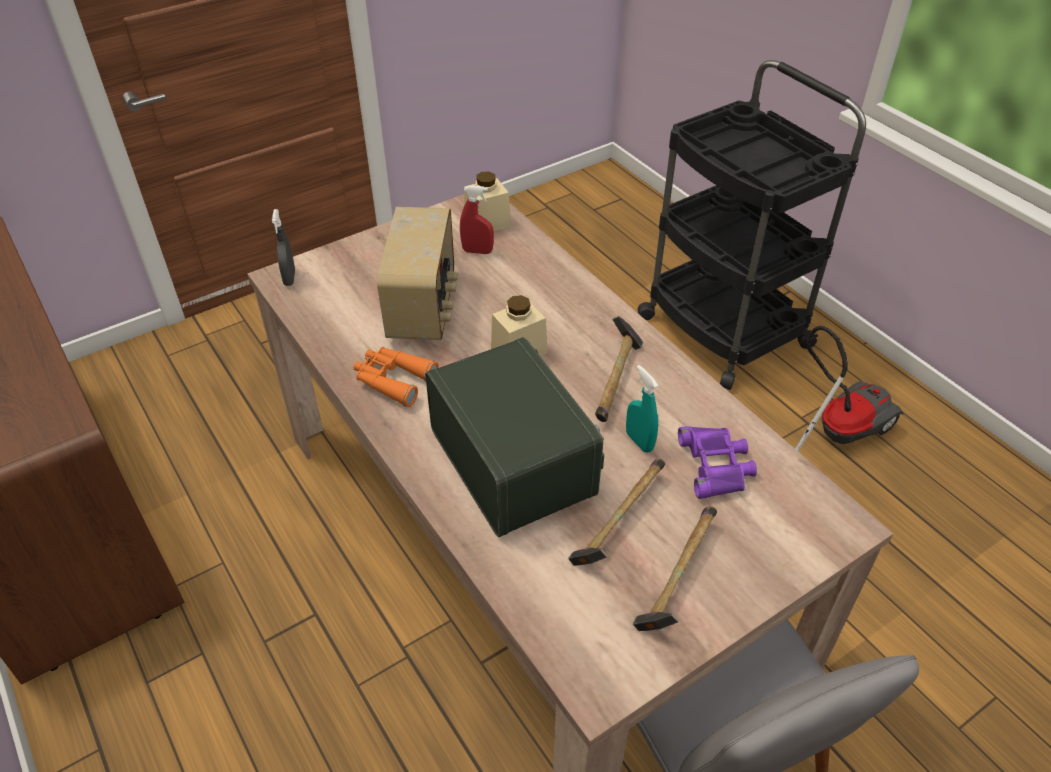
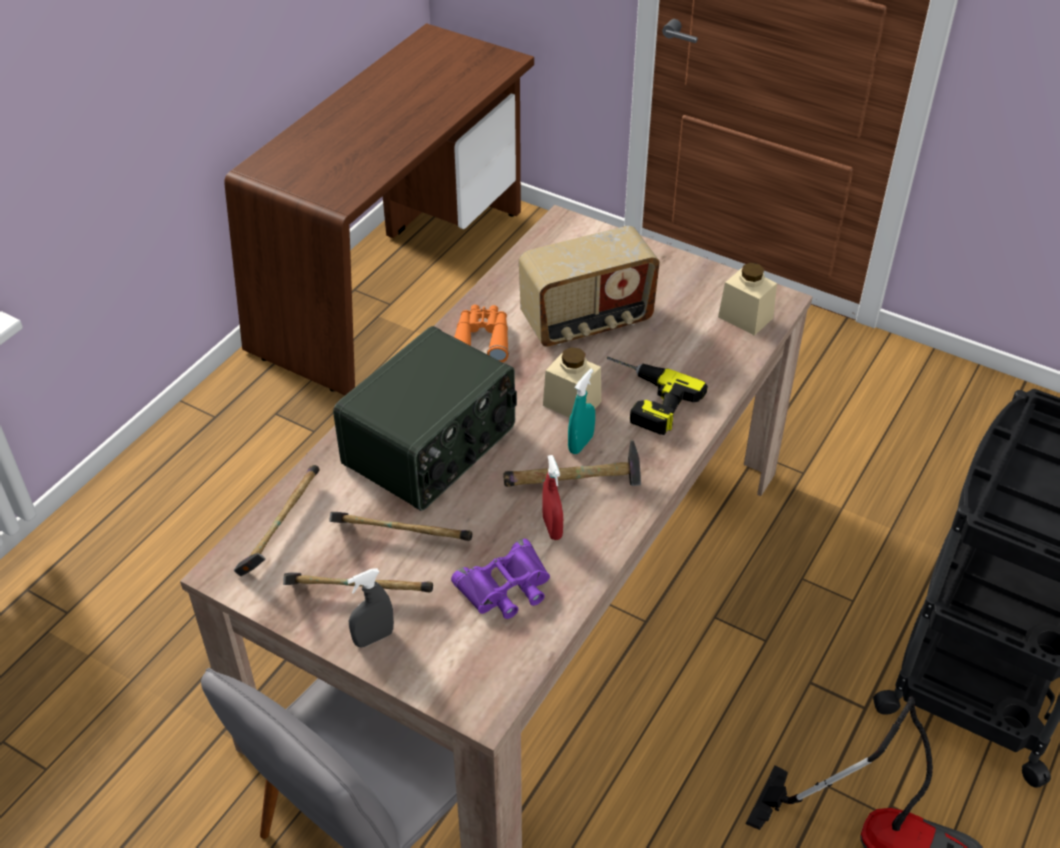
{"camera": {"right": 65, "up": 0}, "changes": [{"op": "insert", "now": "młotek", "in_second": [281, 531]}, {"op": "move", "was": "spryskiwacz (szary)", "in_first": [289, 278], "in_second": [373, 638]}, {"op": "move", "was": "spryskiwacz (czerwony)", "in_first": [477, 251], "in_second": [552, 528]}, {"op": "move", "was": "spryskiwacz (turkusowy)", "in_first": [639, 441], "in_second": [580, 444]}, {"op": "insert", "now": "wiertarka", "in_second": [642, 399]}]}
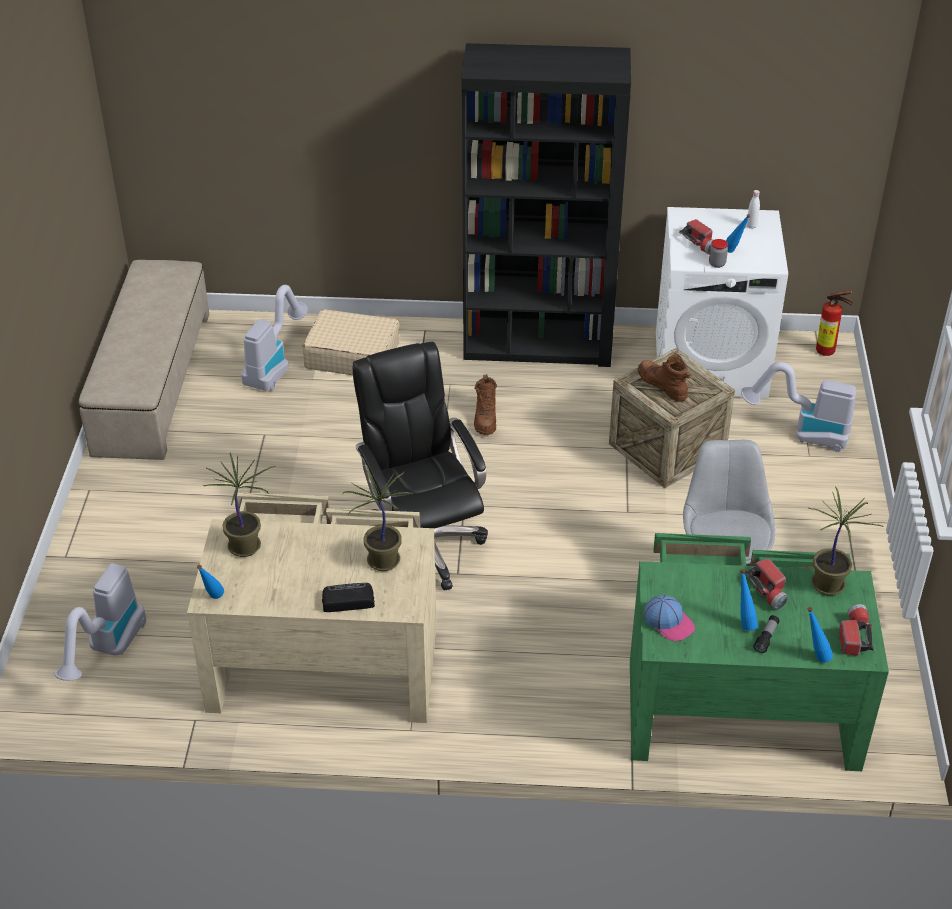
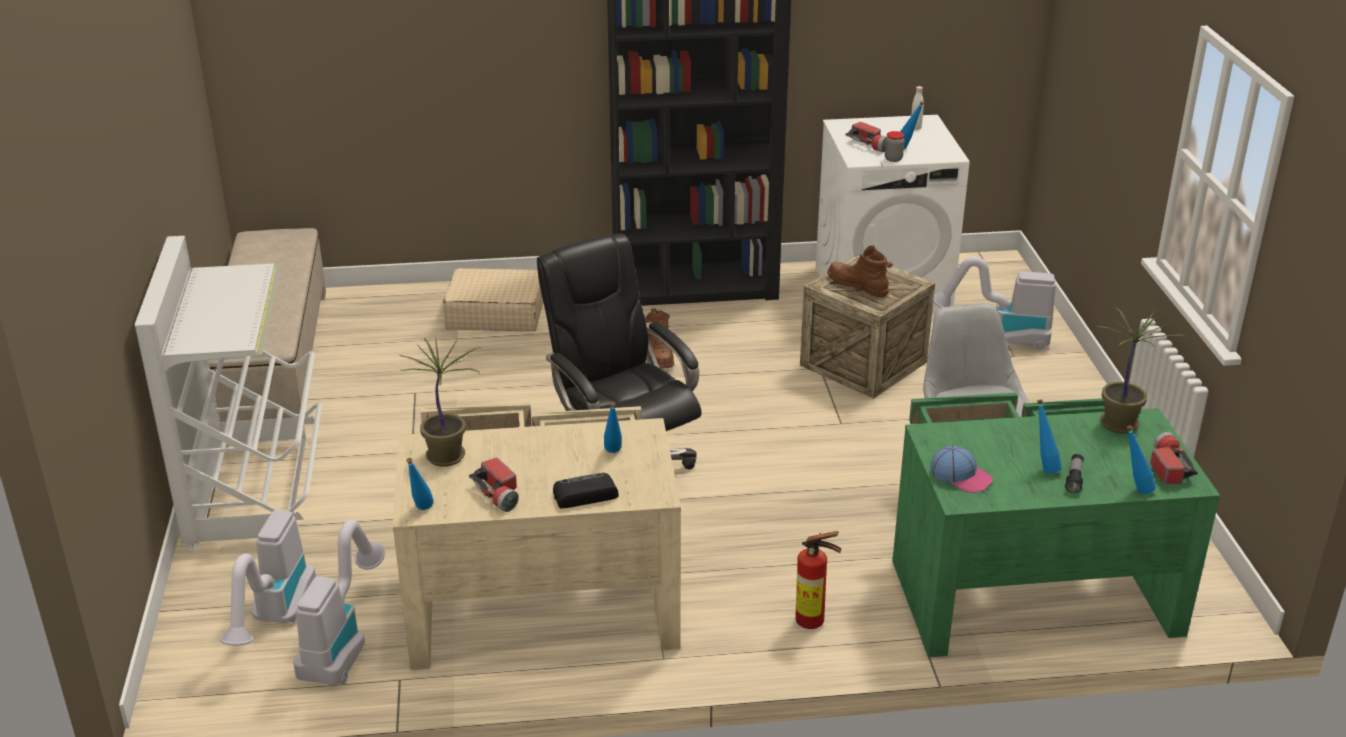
{"camera": {"right": -10, "up": -10}, "changes": [{"op": "insert", "now": "regał na buty (biały)", "in_second": [258, 492]}, {"op": "move", "was": "odkurzacz", "in_first": [274, 365], "in_second": [342, 642]}, {"op": "move", "was": "latarka", "in_first": [769, 591], "in_second": [498, 494]}, {"op": "replace", "was": "roślina doniczkowa", "now": "butelka (niebieski)", "in_first": [382, 561], "in_second": [613, 454]}, {"op": "move", "was": "gaśnica", "in_first": [828, 352], "in_second": [814, 622]}]}
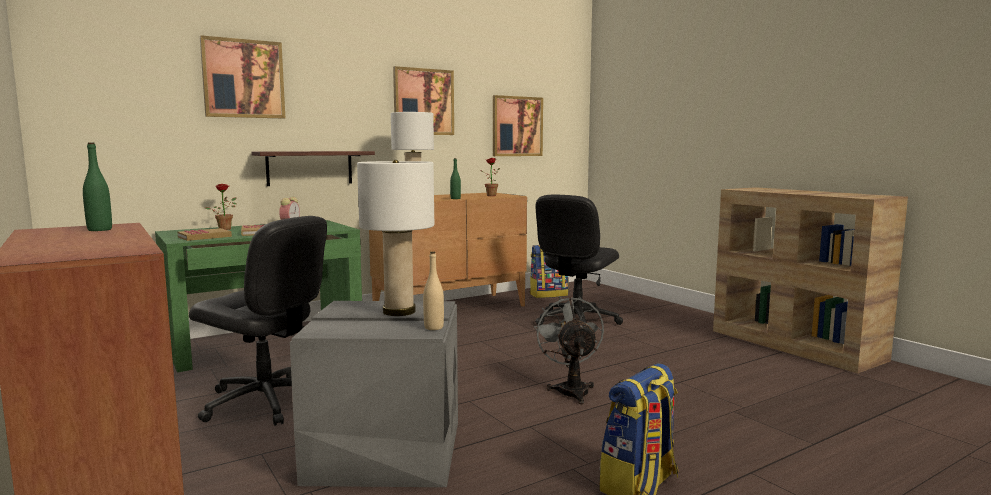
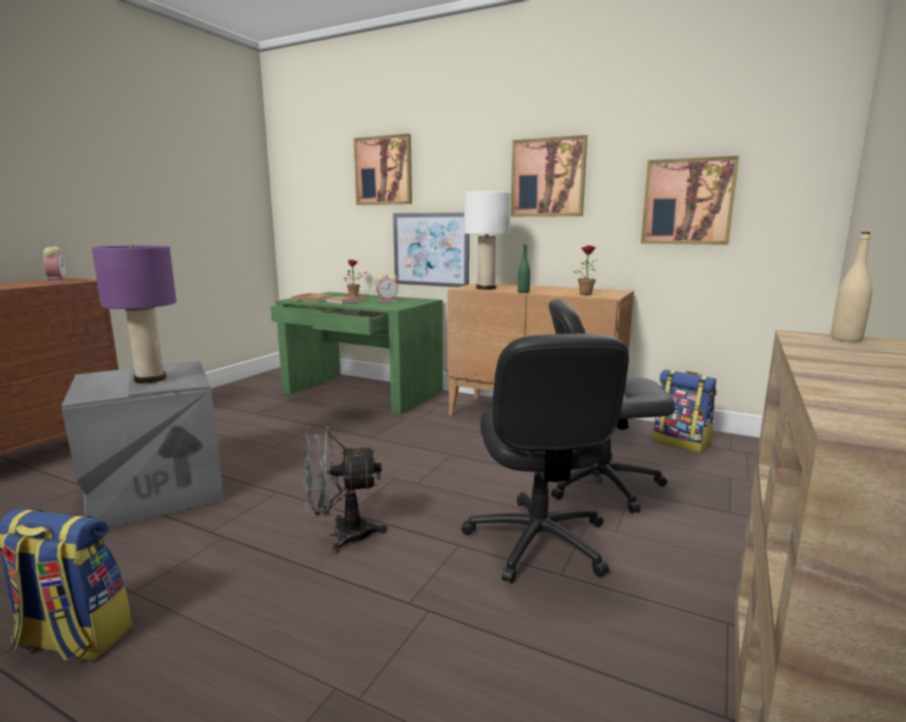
{"camera": {"right": 60, "up": 5}, "changes": [{"op": "replace", "was": "butelka (zielony)", "now": "budzik", "in_first": [99, 230], "in_second": [57, 282]}, {"op": "recolor", "was": "lampa stołowa (biały)", "now": "lampa stołowa (fioletowy)", "in_first": [398, 311], "in_second": [150, 379]}, {"op": "rotate", "was": "wentylator (szary)", "in_first": [571, 389], "in_second": [341, 535], "clockwise": -150}, {"op": "replace", "was": "półka", "now": "obraz", "in_first": [310, 168], "in_second": [431, 249]}, {"op": "move", "was": "krzesło biurowe (czarny)", "in_first": [266, 401], "in_second": [537, 541]}, {"op": "move", "was": "butelka (beżowy)", "in_first": [433, 327], "in_second": [846, 339]}]}
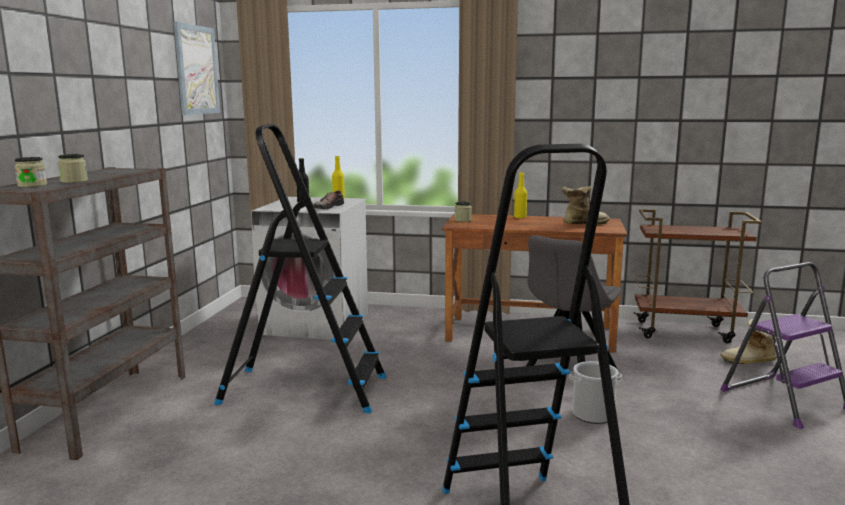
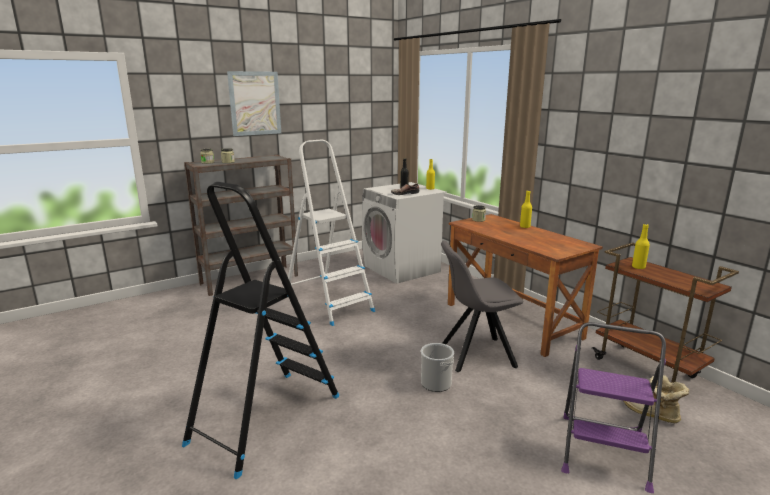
{"camera": {"right": 45, "up": 5}, "changes": [{"op": "move", "was": "obraz", "in_first": [197, 70], "in_second": [255, 103]}, {"op": "recolor", "was": "drabinka (czarny)", "now": "drabinka (biały)", "in_first": [305, 390], "in_second": [328, 302]}, {"op": "insert", "now": "butelka (żółty)", "in_second": [638, 267]}, {"op": "delete", "was": "but z cholewką", "in_first": [583, 224]}]}
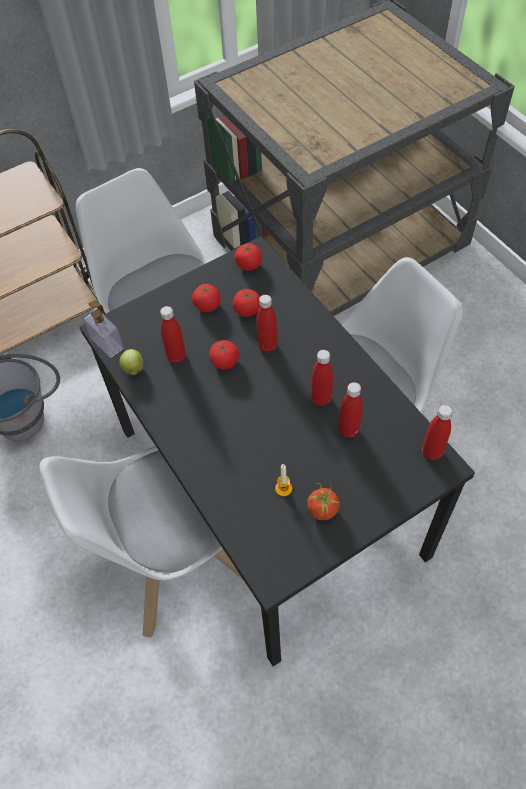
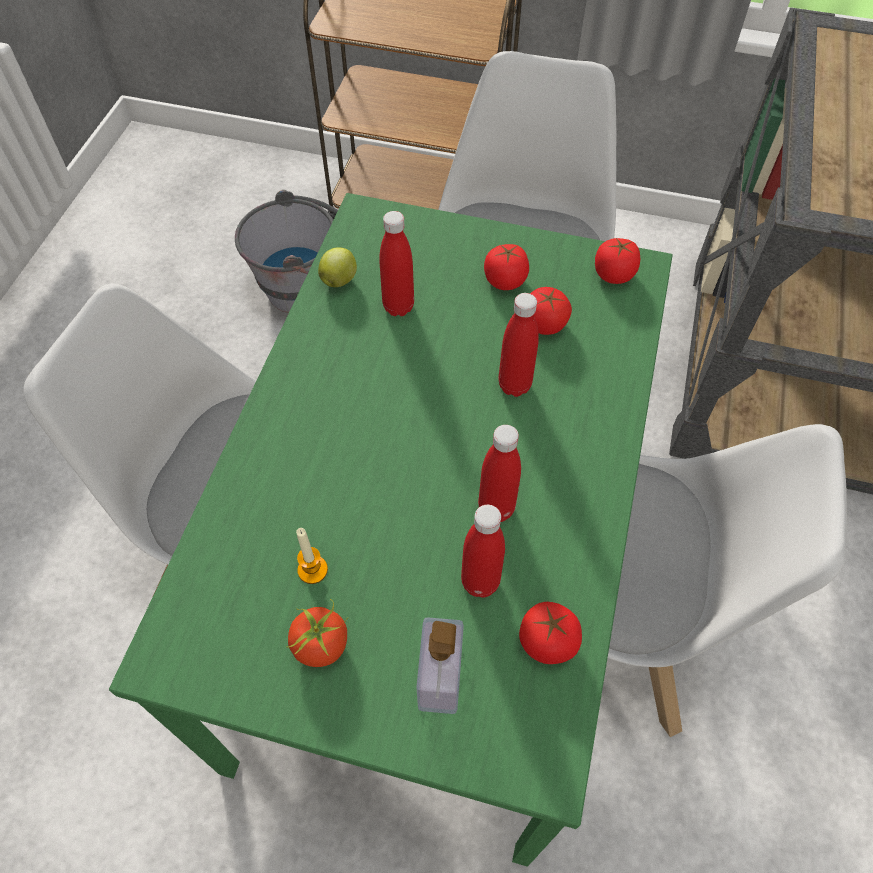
{"camera": {"right": 45, "up": 0}, "changes": [{"op": "recolor", "was": "stół jadalny (czarny)", "now": "stół jadalny (zielony)", "in_first": [266, 490], "in_second": [434, 582]}, {"op": "move", "was": "dozownik mydła", "in_first": [107, 344], "in_second": [440, 677]}, {"op": "move", "was": "pomidor", "in_first": [225, 361], "in_second": [548, 641]}, {"op": "delete", "was": "butelka (czerwony)", "in_first": [432, 452]}]}
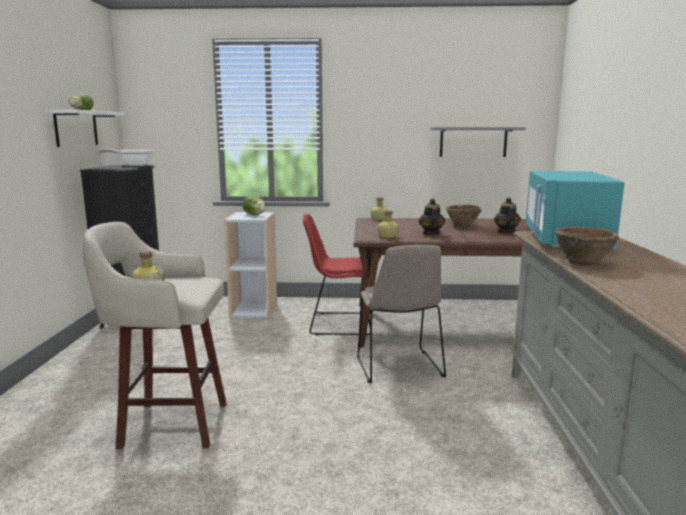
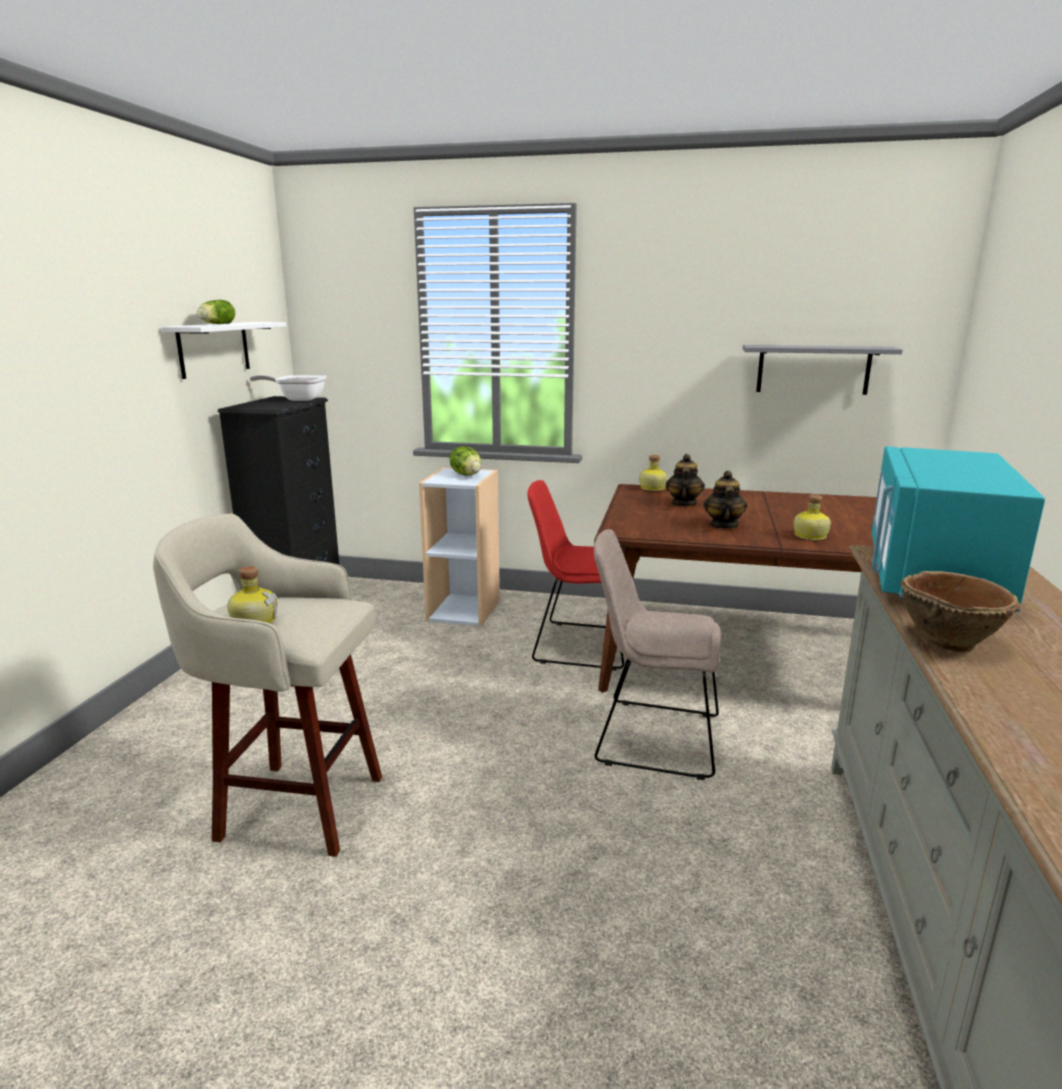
{"camera": {"right": 10, "up": 5}, "changes": [{"op": "rotate", "was": "krzesło (beżowy)", "in_first": [399, 368], "in_second": [652, 737], "clockwise": 105}, {"op": "move", "was": "imbryk", "in_first": [506, 232], "in_second": [683, 503]}, {"op": "move", "was": "butelka", "in_first": [387, 236], "in_second": [810, 536]}, {"op": "delete", "was": "miska (brązowy)", "in_first": [462, 225]}]}
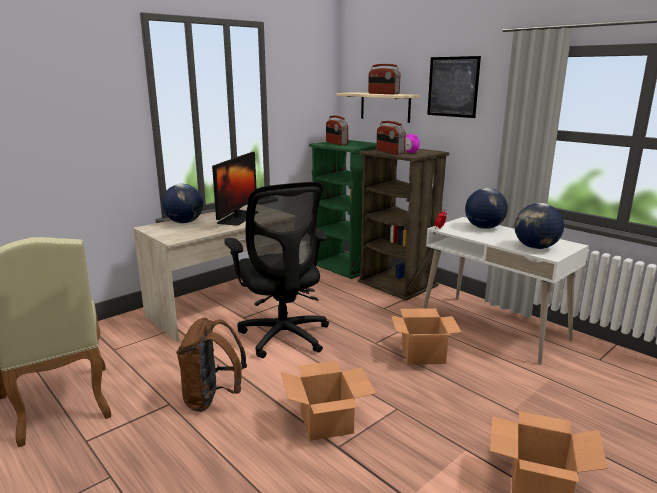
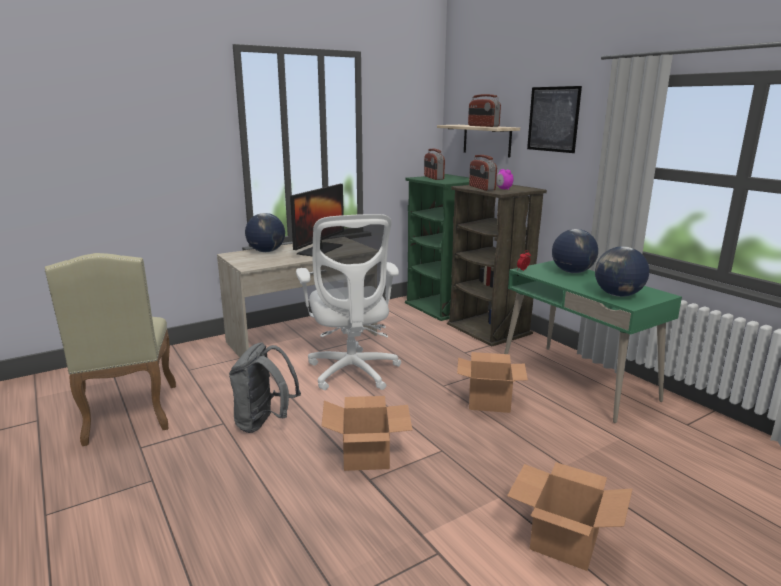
{"camera": {"right": 10, "up": 0}, "changes": [{"op": "recolor", "was": "plecak (brązowy)", "now": "plecak (szary)", "in_first": [212, 399], "in_second": [264, 423]}, {"op": "recolor", "was": "krzesło biurowe (czarny)", "now": "krzesło biurowe (biały)", "in_first": [281, 334], "in_second": [350, 369]}, {"op": "recolor", "was": "biurko (biały)", "now": "biurko (zielony)", "in_first": [493, 327], "in_second": [577, 381]}]}
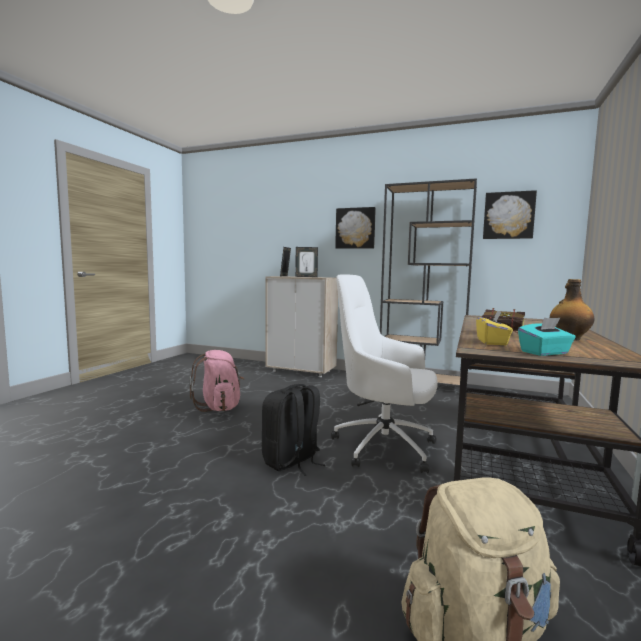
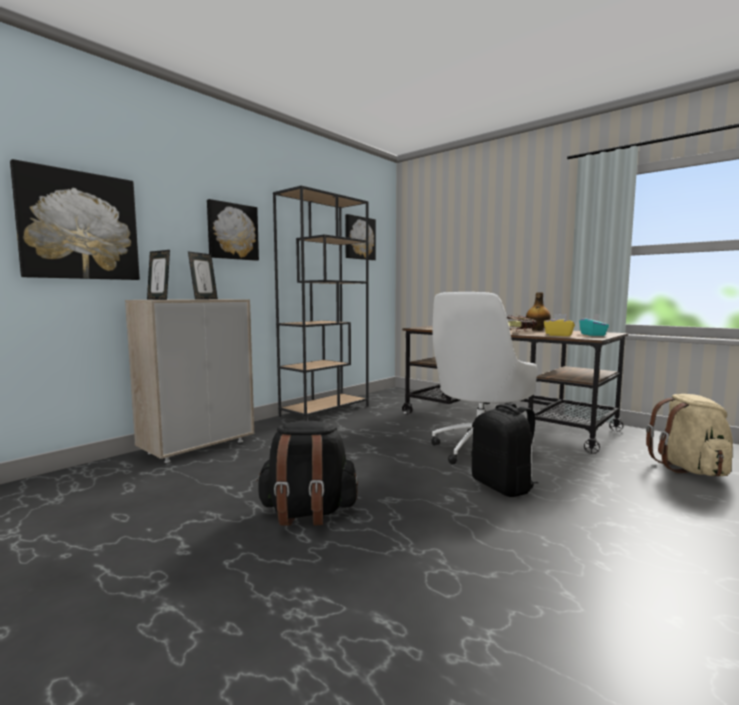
{"camera": {"right": -70, "up": 0}, "changes": [{"op": "insert", "now": "obraz", "in_second": [79, 226]}, {"op": "recolor", "was": "plecak (różowy)", "now": "plecak (czarny)", "in_first": [219, 407], "in_second": [307, 513]}]}
